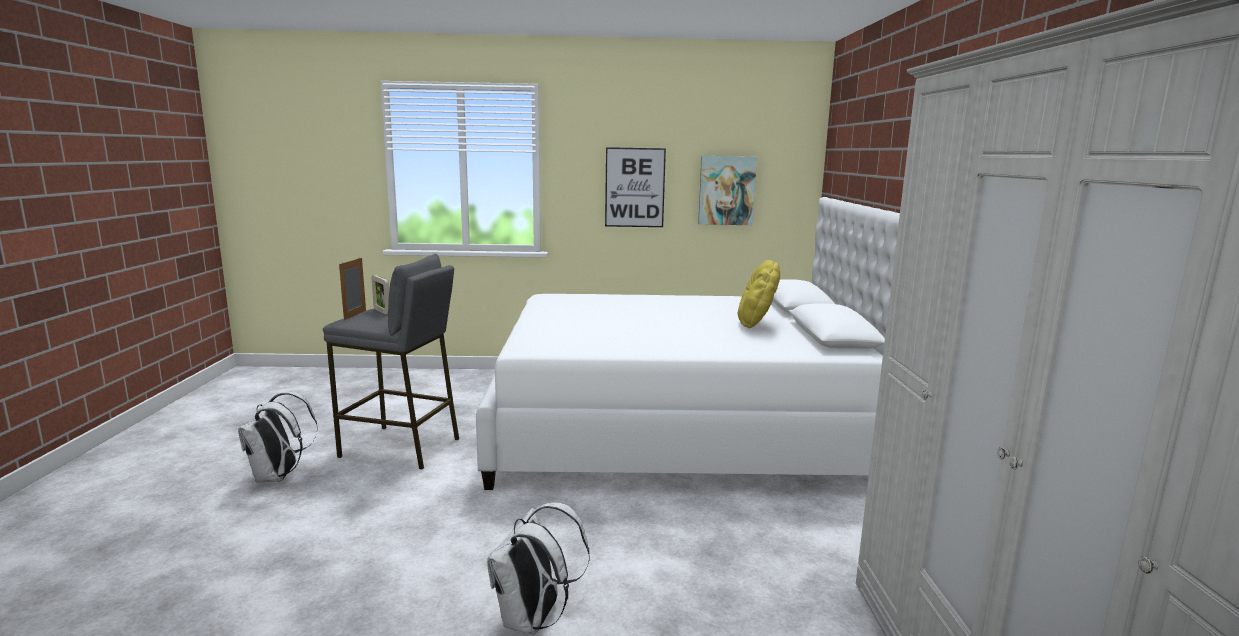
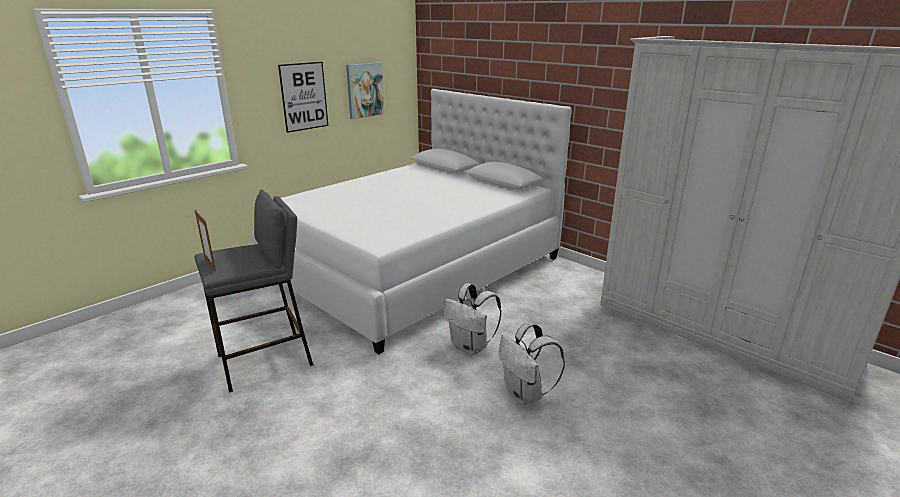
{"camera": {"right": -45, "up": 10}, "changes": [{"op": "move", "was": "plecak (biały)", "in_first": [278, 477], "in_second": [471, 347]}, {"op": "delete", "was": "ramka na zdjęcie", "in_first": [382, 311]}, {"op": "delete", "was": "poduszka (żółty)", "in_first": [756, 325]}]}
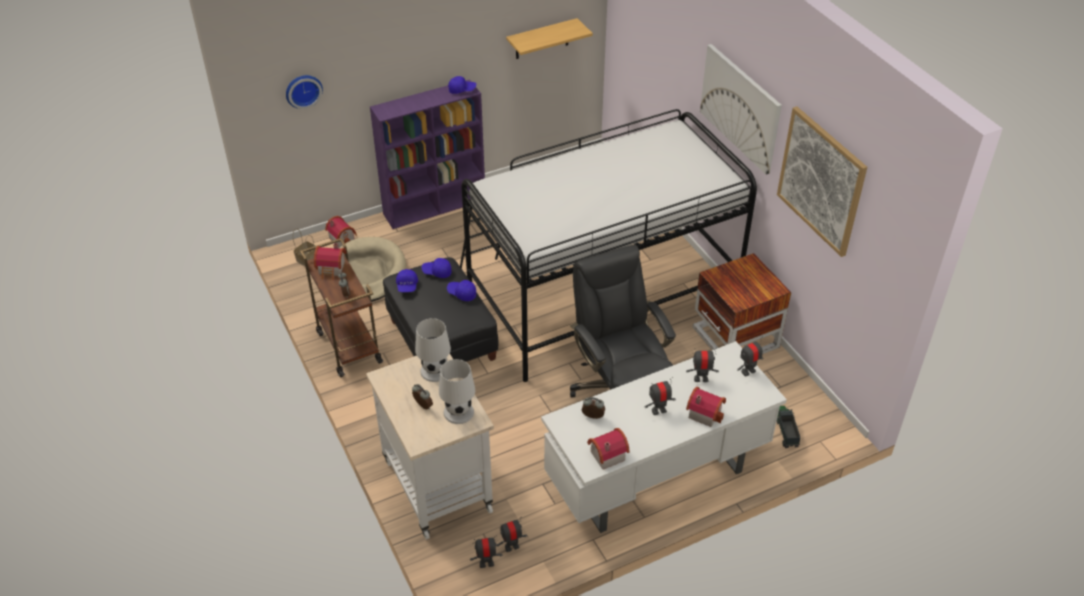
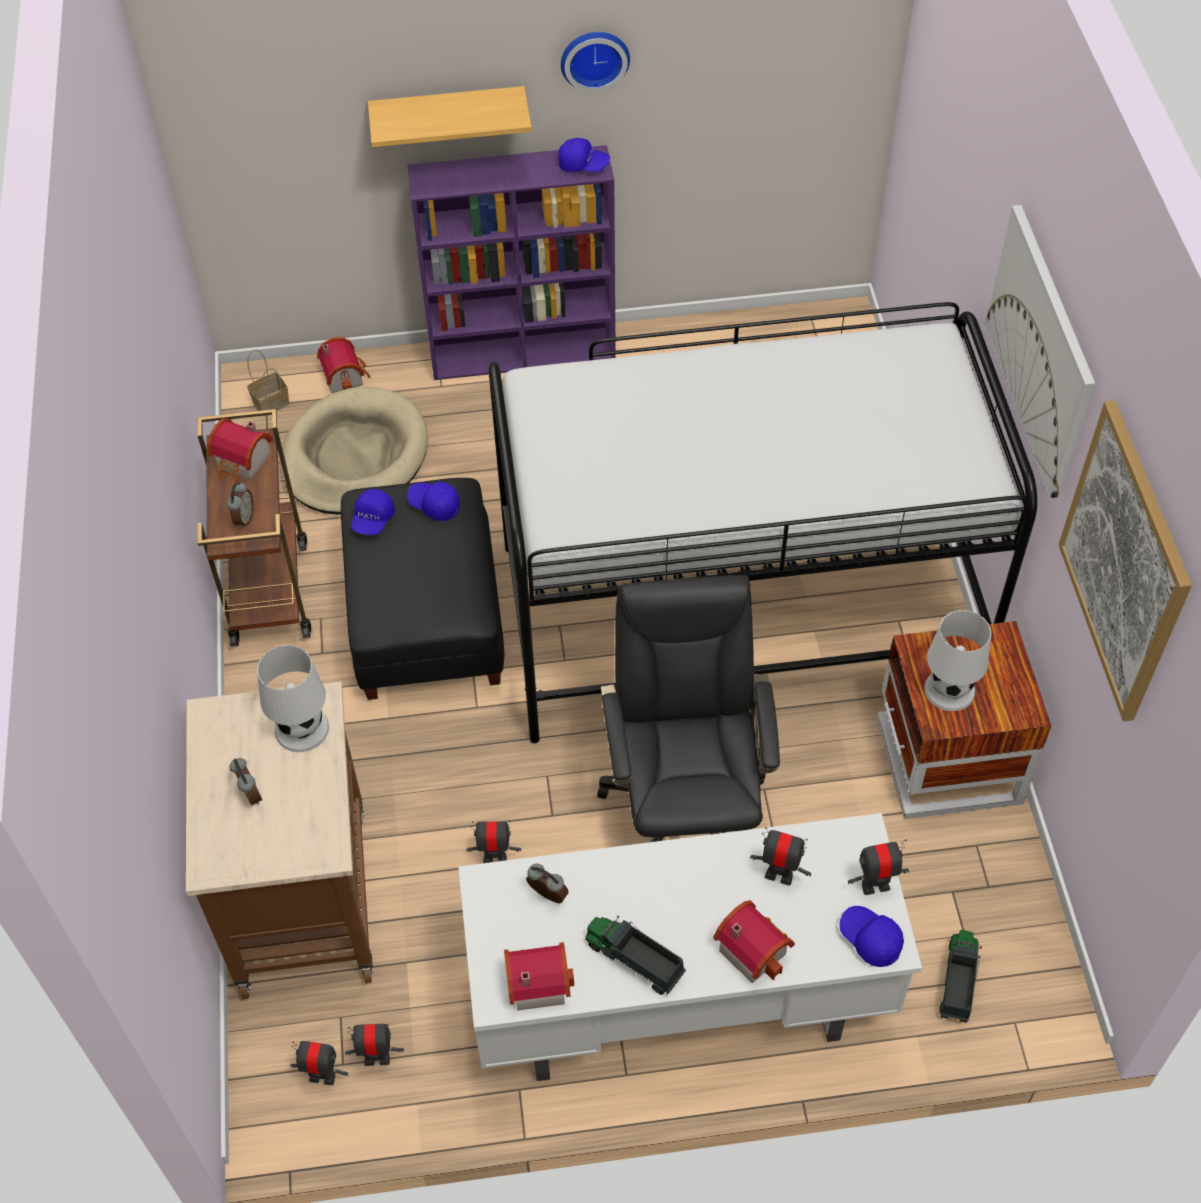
{"camera": {"right": 20, "up": 10}, "changes": [{"op": "recolor", "was": "wózek (biały)", "now": "wózek (brązowy)", "in_first": [436, 485], "in_second": [303, 900]}, {"op": "move", "was": "półka", "in_first": [542, 39], "in_second": [448, 115]}, {"op": "move", "was": "robot zabawkowy", "in_first": [658, 410], "in_second": [495, 858]}, {"op": "move", "was": "zegar ścienny", "in_first": [303, 90], "in_second": [594, 57]}, {"op": "insert", "now": "ciężarówka zabawkowa", "in_second": [634, 960]}, {"op": "move", "was": "czapka z daszkiem (niebieski)", "in_first": [462, 293], "in_second": [870, 939]}, {"op": "move", "was": "lampa stołowa (biały)", "in_first": [458, 412], "in_second": [949, 690]}]}
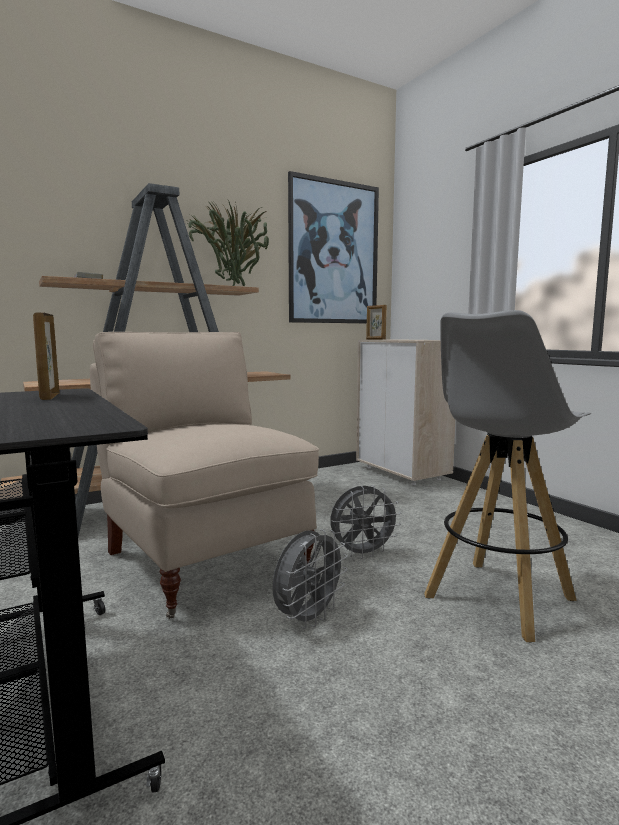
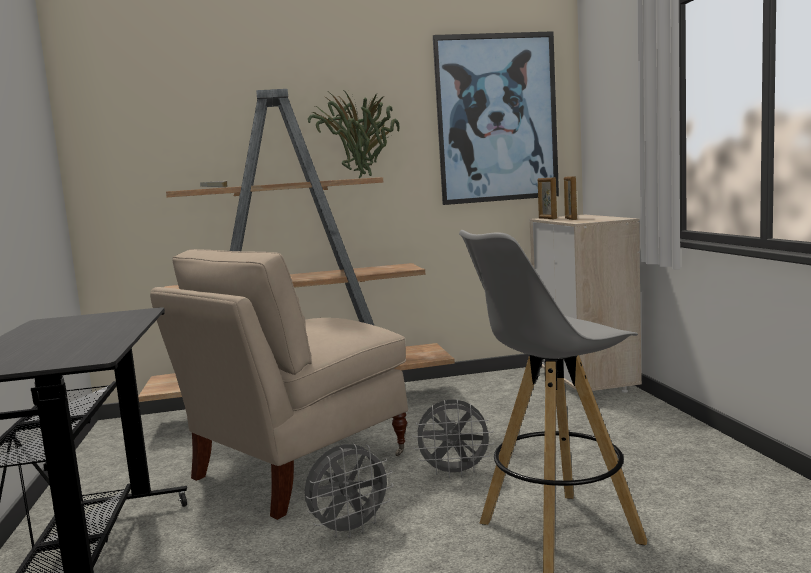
{"camera": {"right": 20, "up": 0}, "changes": [{"op": "rotate", "was": "krzesło (beżowy)", "in_first": [204, 561], "in_second": [298, 467], "clockwise": -120}, {"op": "move", "was": "ramka na zdjęcie", "in_first": [49, 396], "in_second": [570, 219]}]}
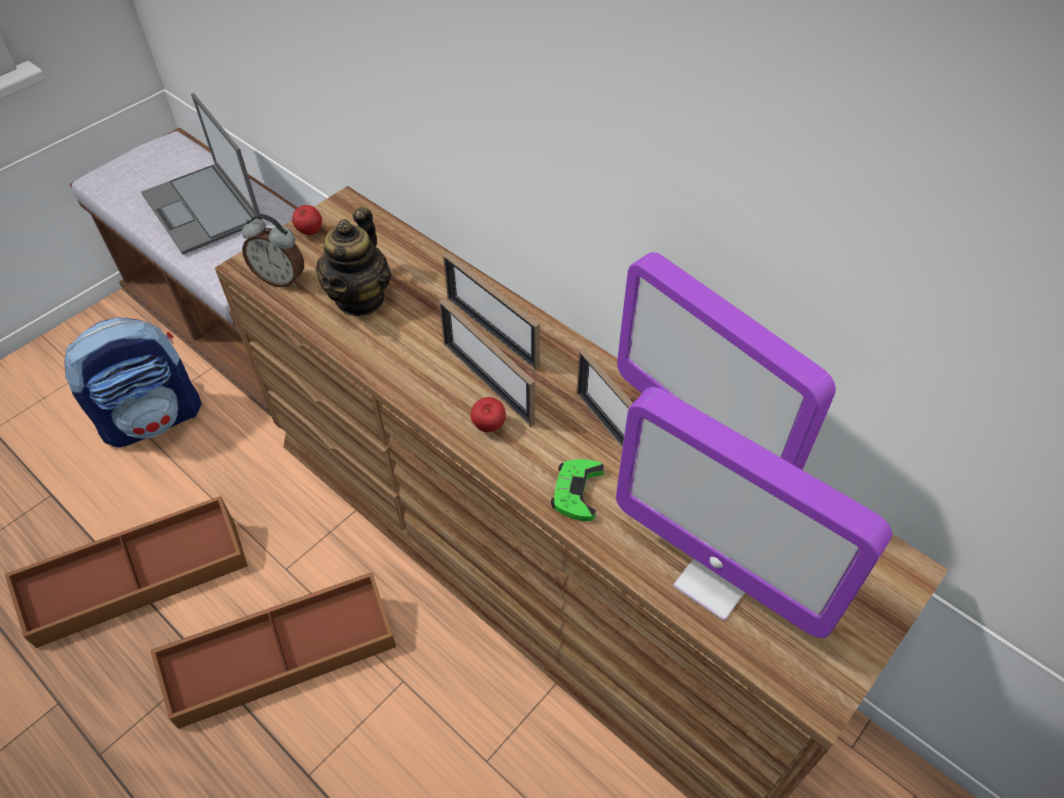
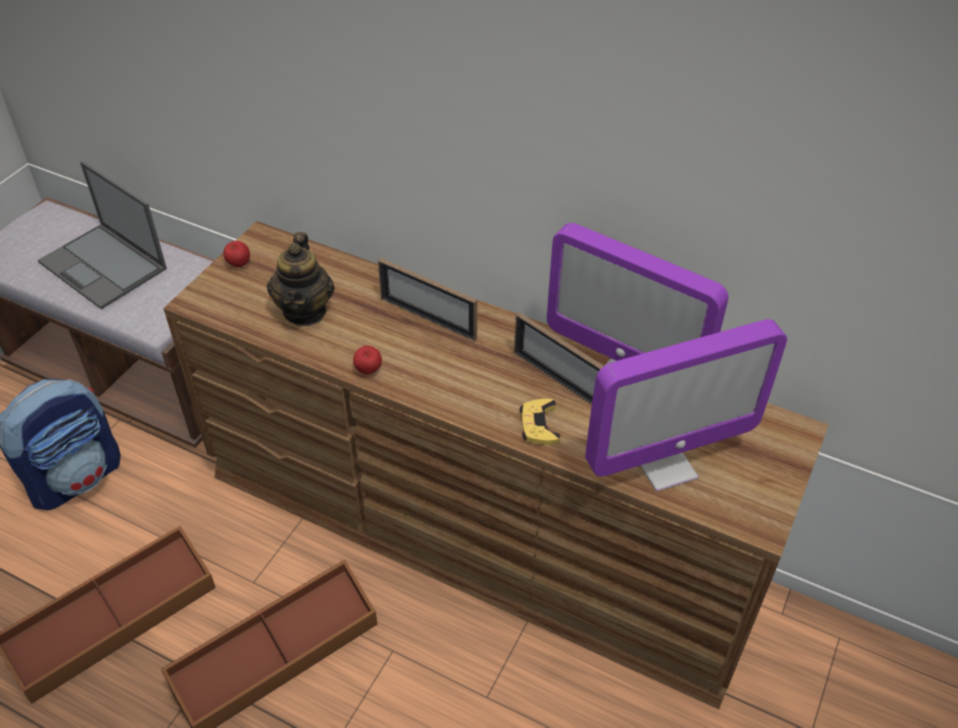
{"camera": {"right": -15, "up": -5}, "changes": [{"op": "move", "was": "jabłko", "in_first": [489, 427], "in_second": [368, 371]}, {"op": "recolor", "was": "pad do gier (zielony)", "now": "pad do gier (żółty)", "in_first": [577, 492], "in_second": [539, 425]}, {"op": "rotate", "was": "monitor", "in_first": [715, 580], "in_second": [664, 465], "clockwise": -45}, {"op": "delete", "was": "budzik", "in_first": [281, 279]}, {"op": "delete", "was": "ramka na zdjęcie", "in_first": [488, 383]}]}
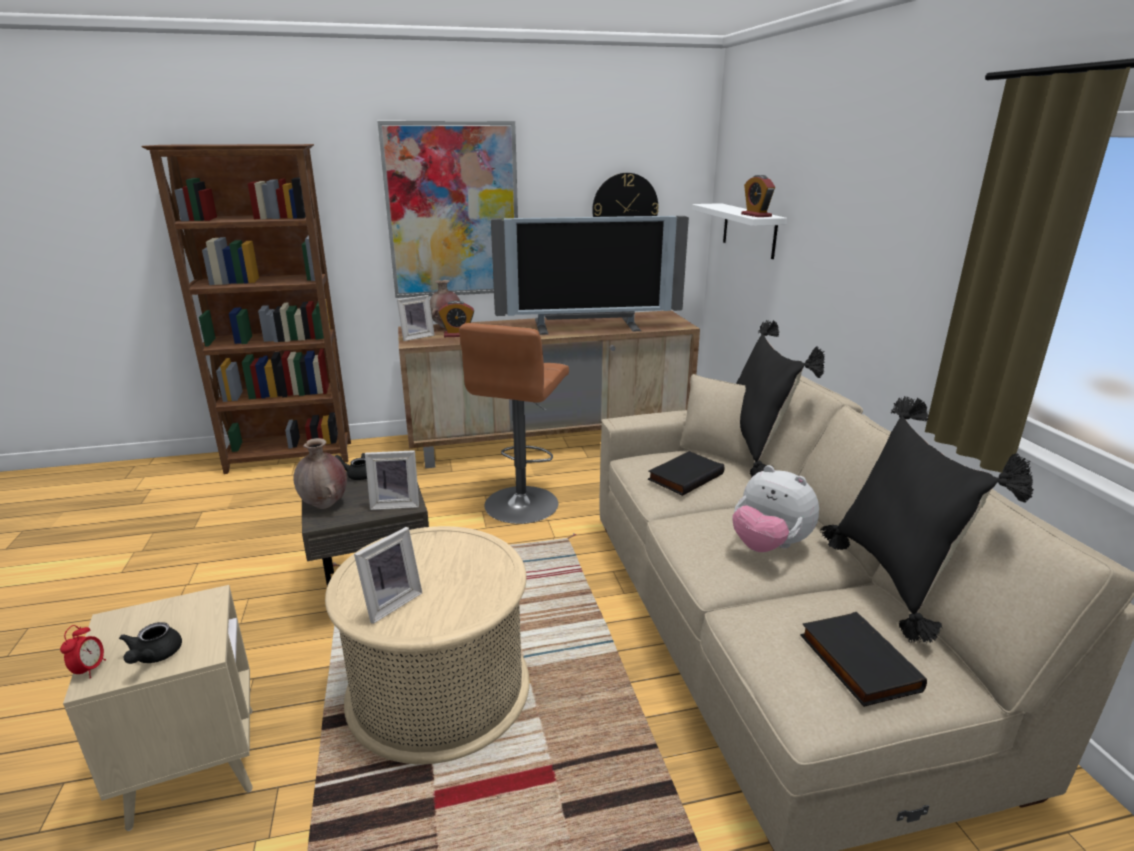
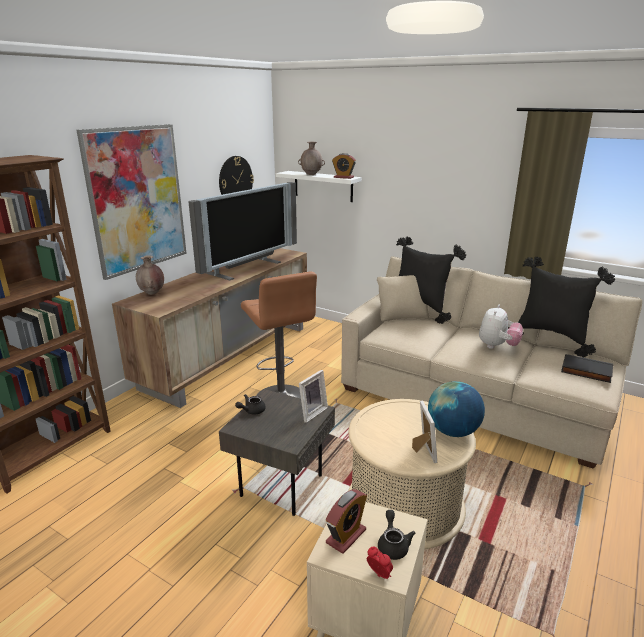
{"camera": {"right": -45, "up": 0}, "changes": [{"op": "move", "was": "wazon (brązowy)", "in_first": [325, 505], "in_second": [311, 174]}, {"op": "move", "was": "budzik", "in_first": [457, 335], "in_second": [346, 536]}, {"op": "rotate", "was": "imbryk (czarny)", "in_first": [154, 656], "in_second": [393, 544], "clockwise": -135}, {"op": "insert", "now": "globus", "in_second": [453, 431]}, {"op": "rotate", "was": "pluszak", "in_first": [769, 546], "in_second": [497, 346], "clockwise": -60}, {"op": "delete", "was": "ramka na zdjęcie", "in_first": [416, 337]}, {"op": "delete", "was": "książka (czarny)", "in_first": [684, 476]}]}
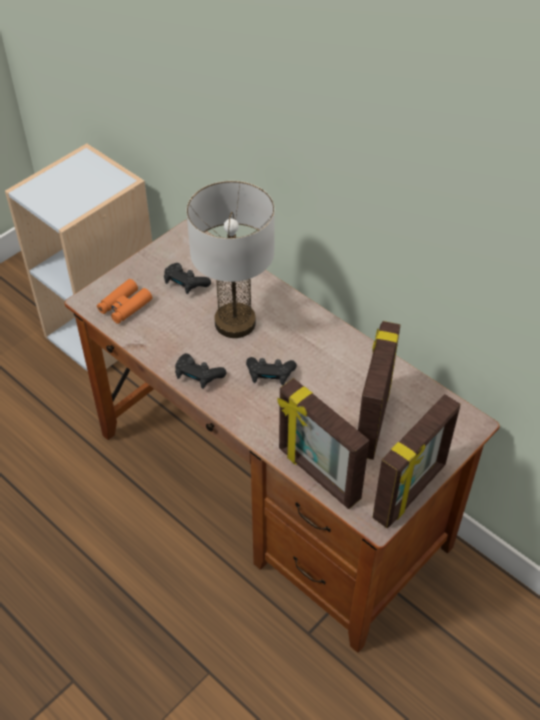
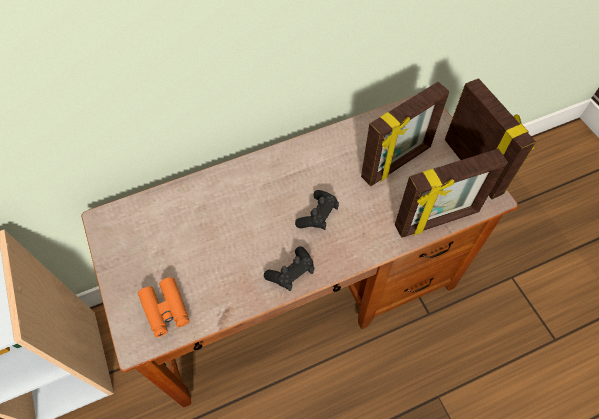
{"camera": {"right": -65, "up": 10}, "changes": [{"op": "rotate", "was": "ramka na zdjęcie", "in_first": [371, 420], "in_second": [397, 163], "clockwise": -75}, {"op": "delete", "was": "pad do gier (czarny)", "in_first": [185, 284]}, {"op": "delete", "was": "lampa stołowa", "in_first": [234, 322]}]}
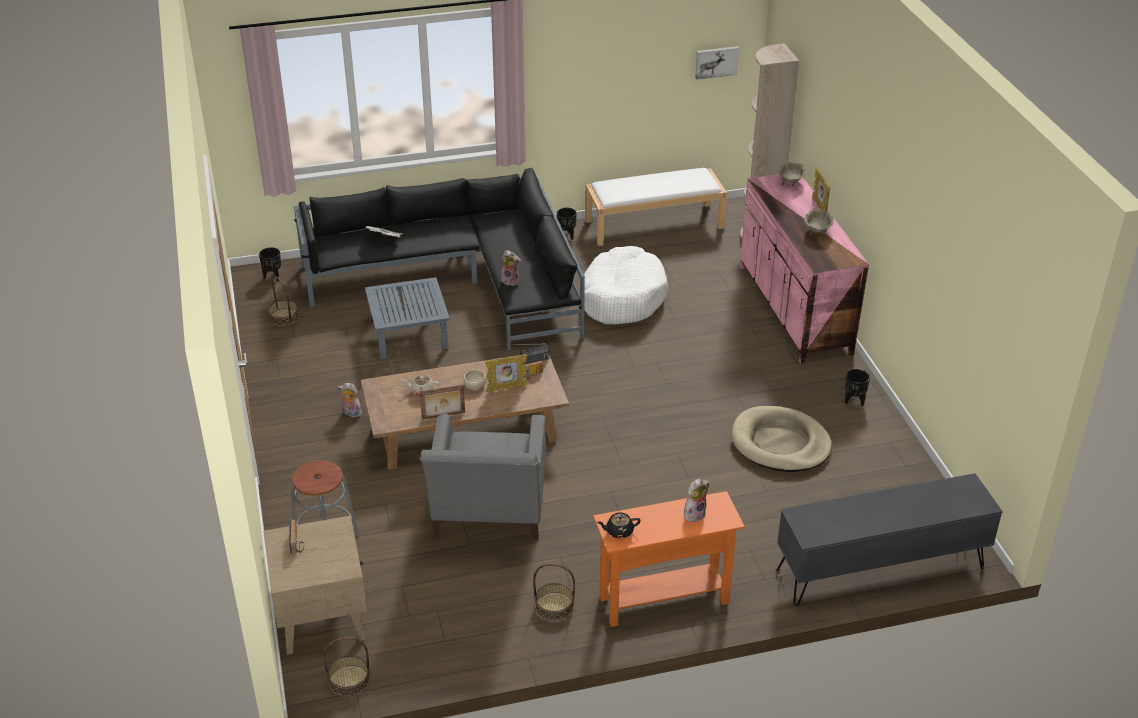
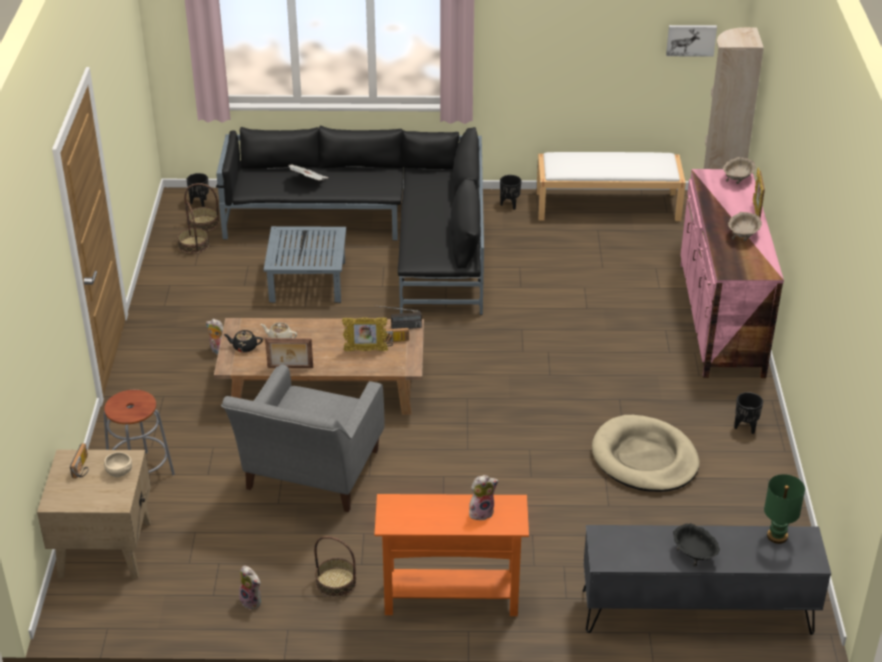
{"camera": {"right": 15, "up": 0}, "changes": [{"op": "move", "was": "miska (beżowy)", "in_first": [475, 385], "in_second": [120, 471]}, {"op": "move", "was": "koszyk", "in_first": [349, 680], "in_second": [203, 223]}, {"op": "move", "was": "imbryk (czarny)", "in_first": [619, 531], "in_second": [244, 347]}, {"op": "move", "was": "pluszak", "in_first": [511, 281], "in_second": [252, 601]}, {"op": "insert", "now": "miska (czarny)", "in_second": [694, 554]}, {"op": "insert", "now": "lampa stołowa (zielony)", "in_second": [777, 536]}, {"op": "delete", "was": "legowisko (biały)", "in_first": [622, 297]}]}
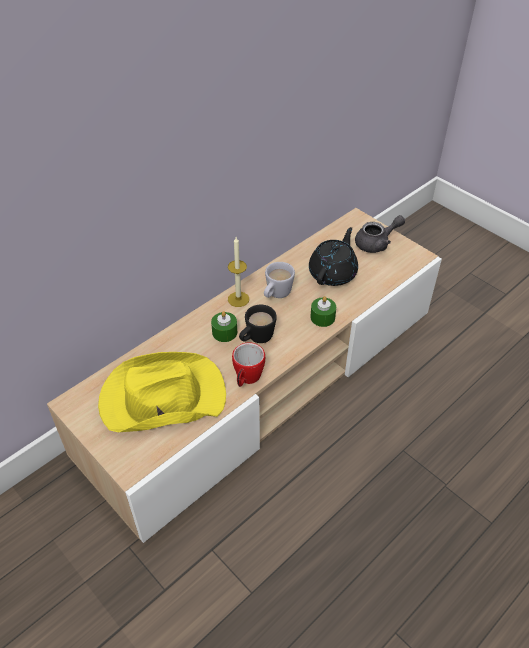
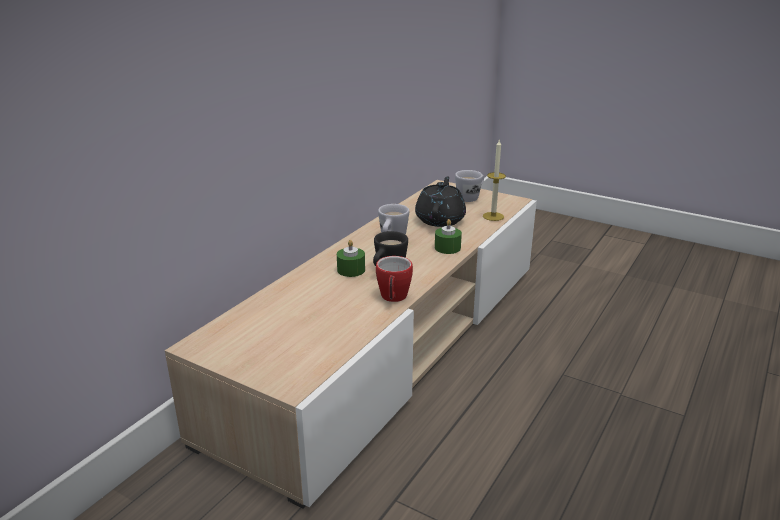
{"camera": {"right": -15, "up": -20}, "changes": [{"op": "replace", "was": "imbryk (szary)", "now": "kubek (biały)", "in_first": [376, 243], "in_second": [470, 197]}, {"op": "move", "was": "świeca", "in_first": [238, 299], "in_second": [493, 216]}, {"op": "delete", "was": "kapelusz (żółty)", "in_first": [161, 397]}]}
